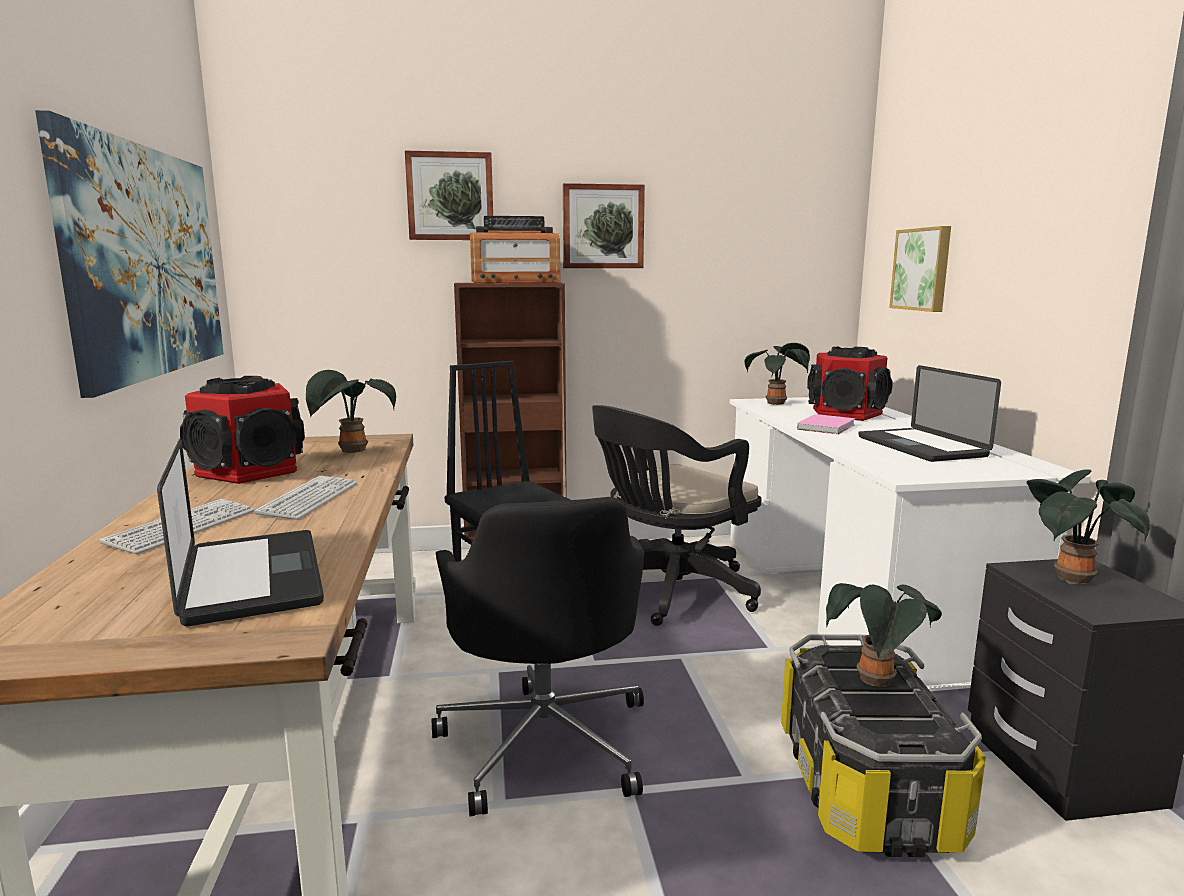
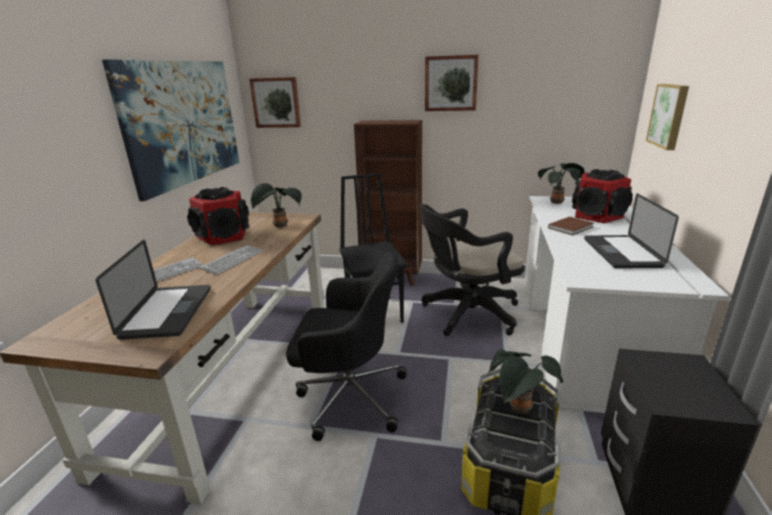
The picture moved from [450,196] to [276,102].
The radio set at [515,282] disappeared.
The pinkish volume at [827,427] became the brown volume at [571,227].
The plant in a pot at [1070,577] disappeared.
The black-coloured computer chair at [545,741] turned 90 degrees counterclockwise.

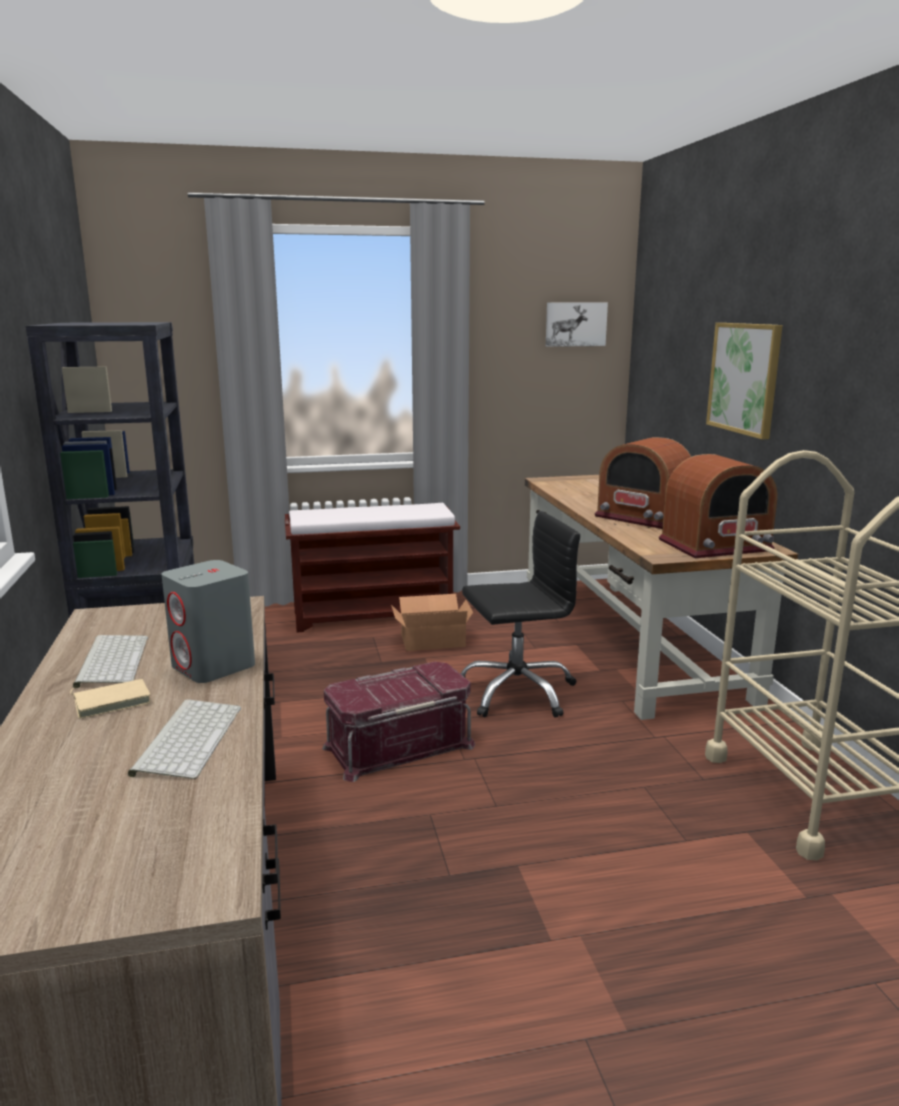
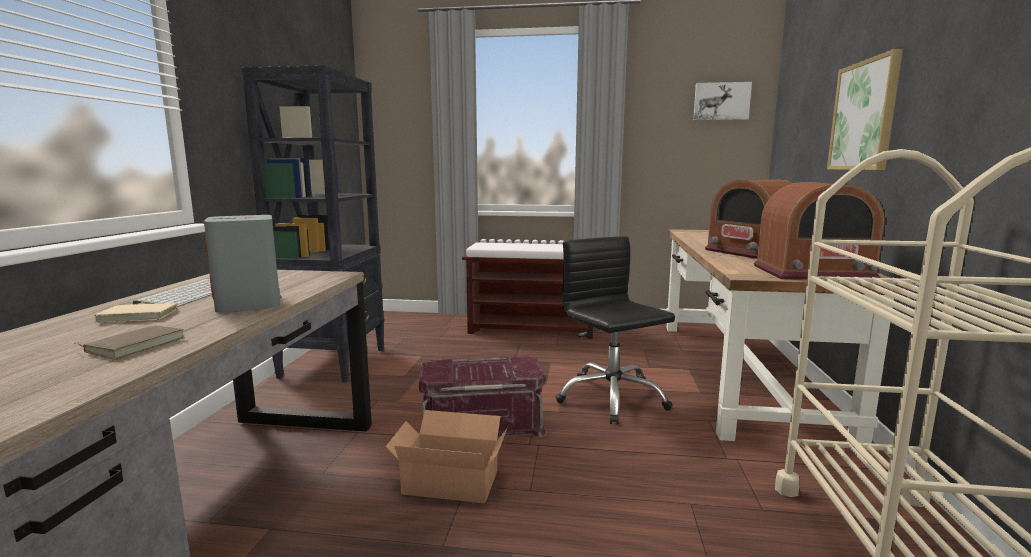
The black-coloured computer chair at [516,692] turned 120 degrees counterclockwise.
The carton moved from [431,640] to [449,479].
The PC keyboard at [187,738] was replaced by the brown volume at [135,345].

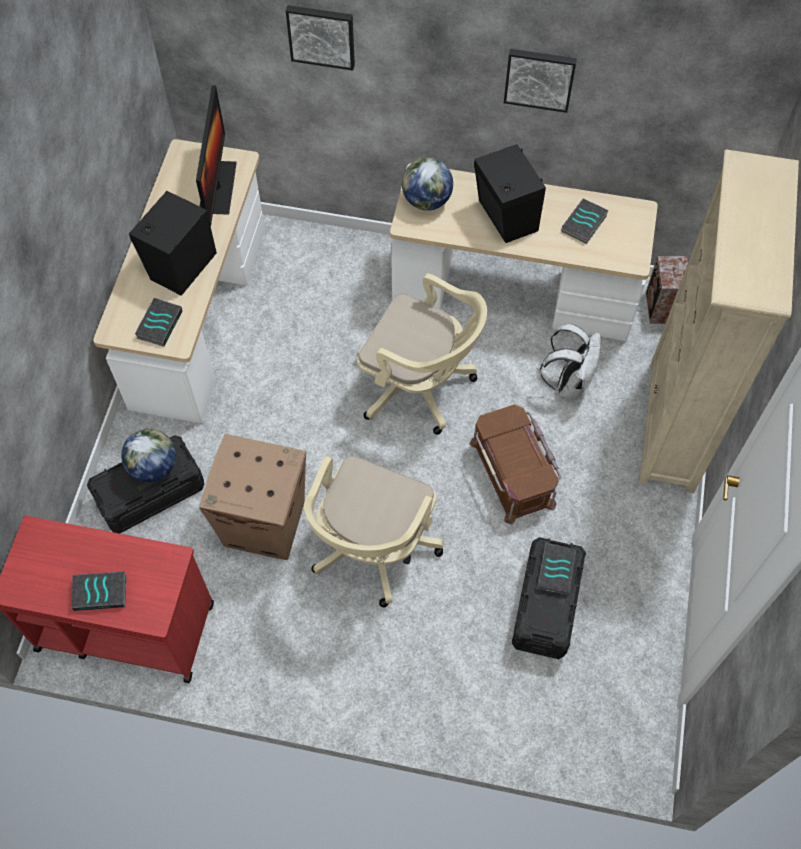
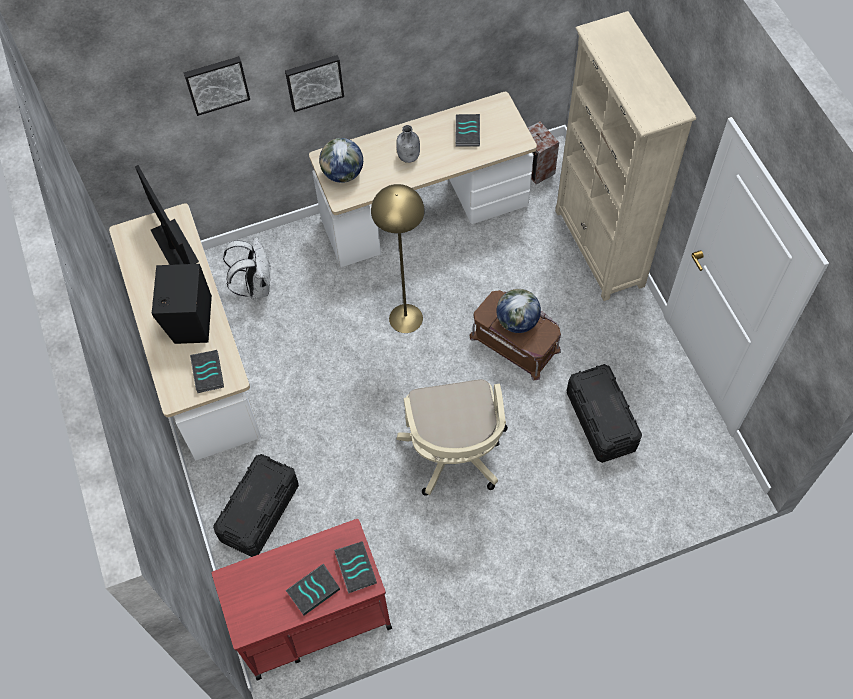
The picture moved from [539,78] to [314,81].
The black-coloured loudspeaker at [505,217] was replaced by the greyish drink bottle at [409,156].
The beige computer chair at [420,386] was replaced by the yellow-coloured standing lamp at [406,318].
The white-coloured backpack moved from [569,383] to [256,286].
The globe moved from [153,467] to [517,322].
The carton at [265,522] disappeared.
The volume moved from [555,569] to [354,568].

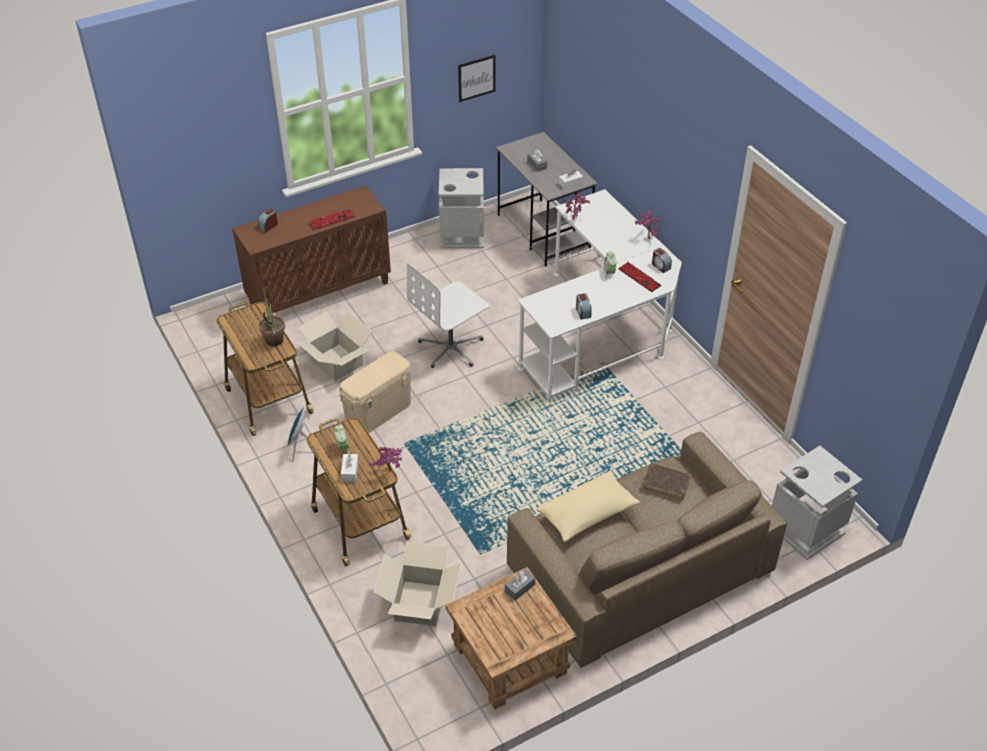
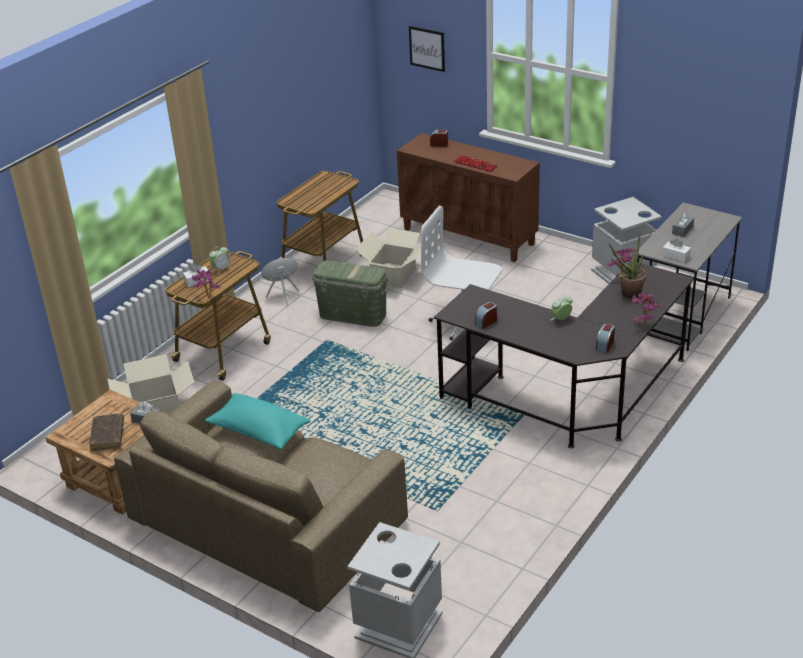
The picture moved from [476,78] to [427,48].
The white-coloured desk at [600,331] became the black-coloured desk at [571,396].
The PC keyboard at [639,278] disappeared.
The plant in a pot moved from [274,343] to [627,294].
The beige storage box at [378,412] became the green storage box at [353,315].
The brown volume moved from [666,484] to [108,436].
The beige throw pillow at [587,514] became the turquoise-coloured throw pillow at [258,431].

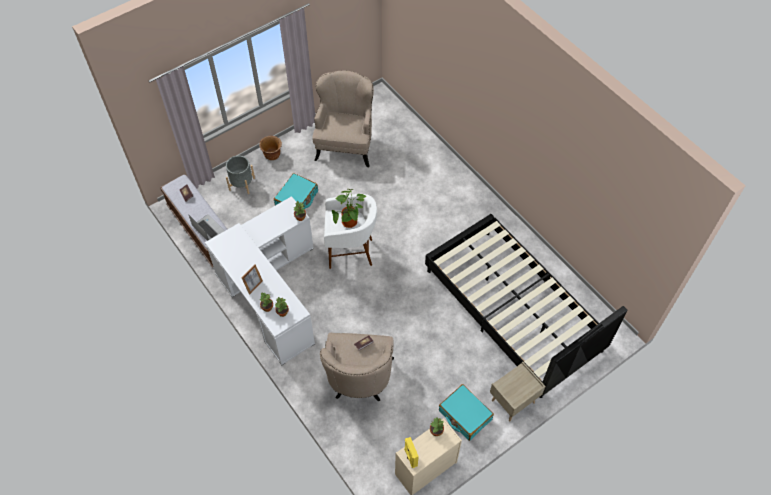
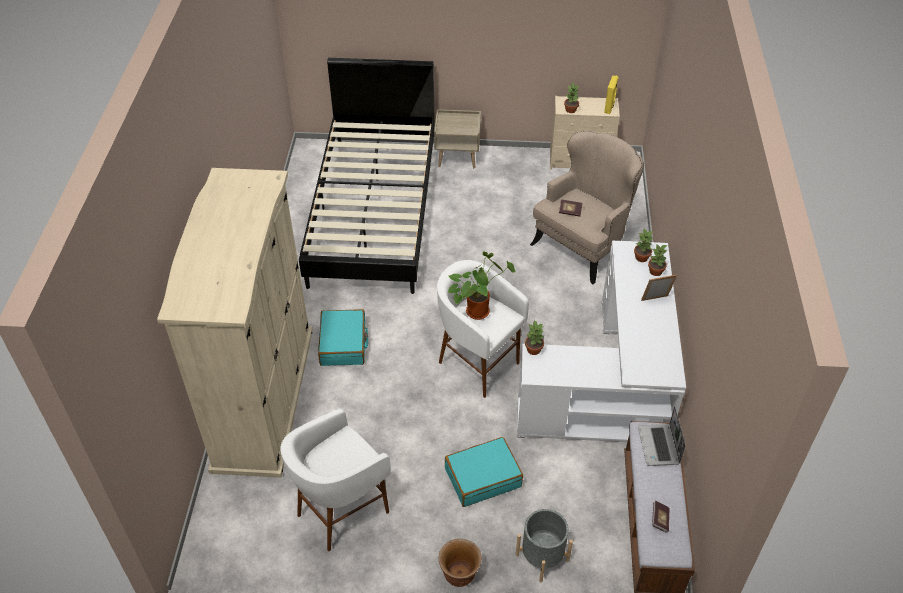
The beige lounge chair at [345,145] was replaced by the white-coloured stool seat at [341,512].
The turquoise-coloured travel case moved from [464,415] to [343,344].
The beige armoire at [263,397] appeared.

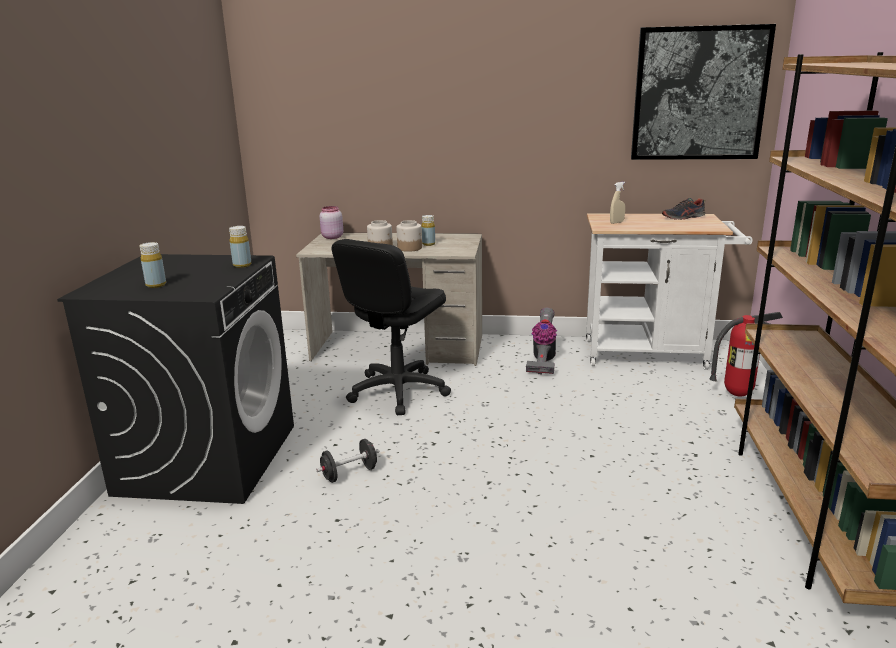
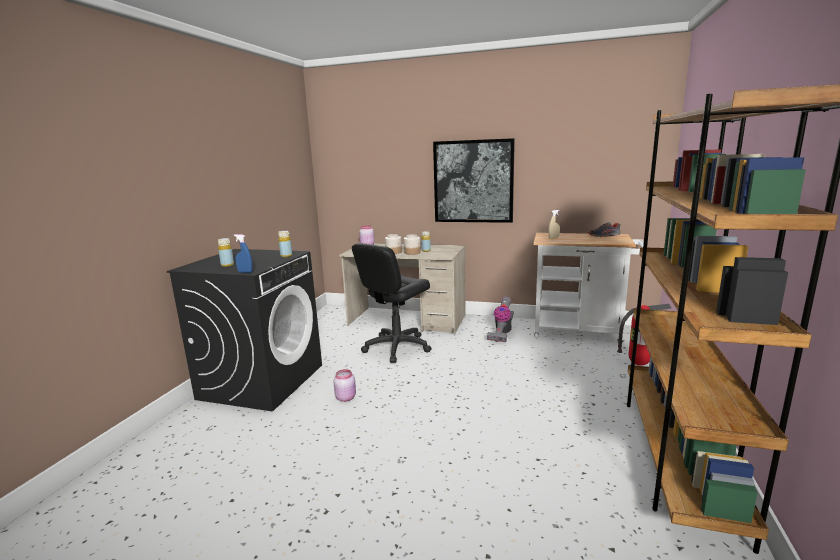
The picture moved from [699,94] to [473,181].
The black-coloured dumbbell at [349,473] was replaced by the pinkish preserve jar at [346,397].
The bluish sprayer at [245,272] appeared.

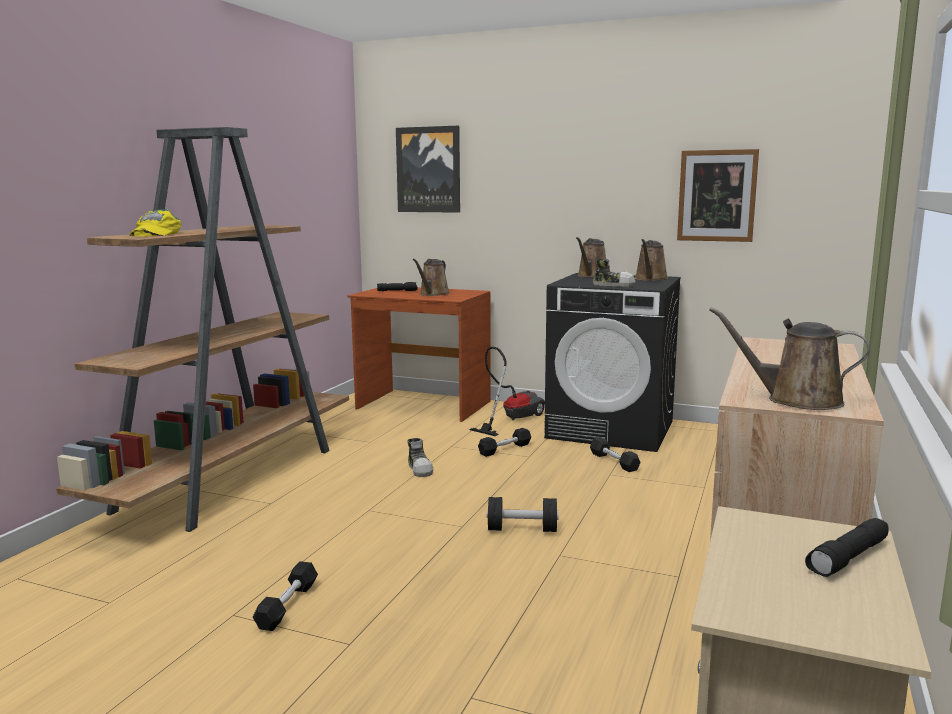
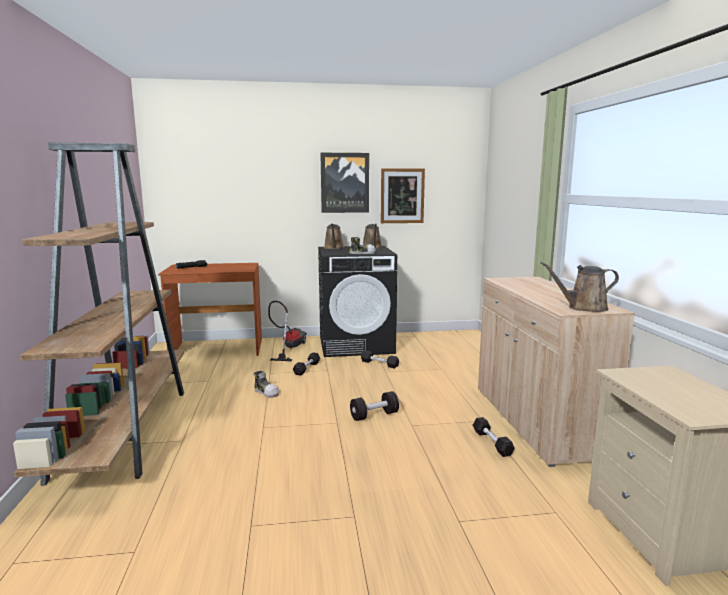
The picture moved from [428,170] to [344,183].
The yellow-coloured cap at [155,234] disappeared.
The brown watering pot at [433,294] disappeared.
The black-coloured hand torch at [849,558] disappeared.
The black-coloured dumbbell moved from [287,606] to [492,443].

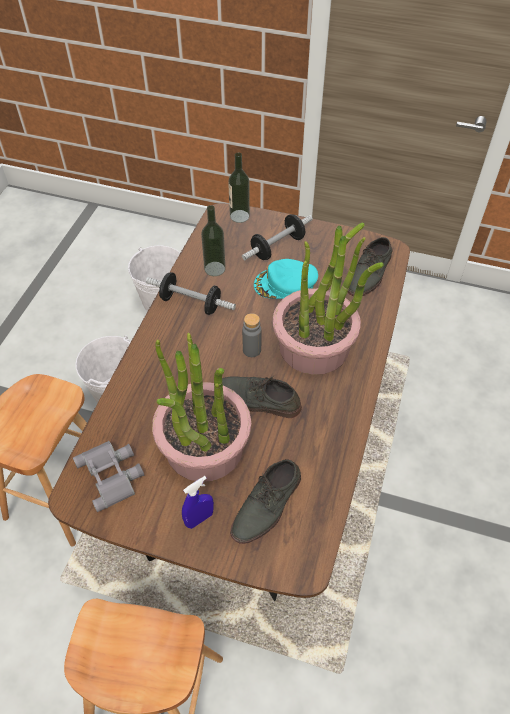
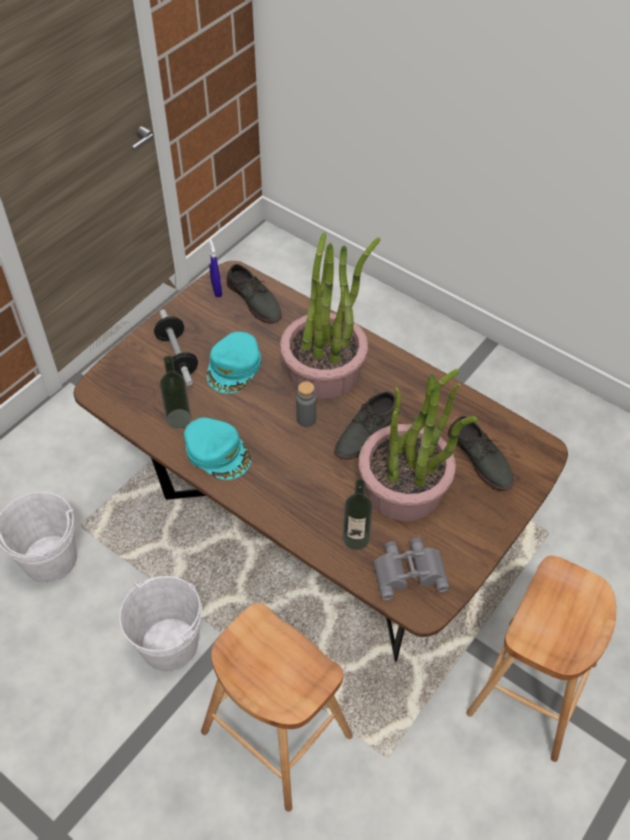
The drink bottle moved from [239,216] to [356,538].
The dumbbell at [191,303] was replaced by the turquoise-coloured cap at [218,452].
The bluish sprayer moved from [199,519] to [216,290].

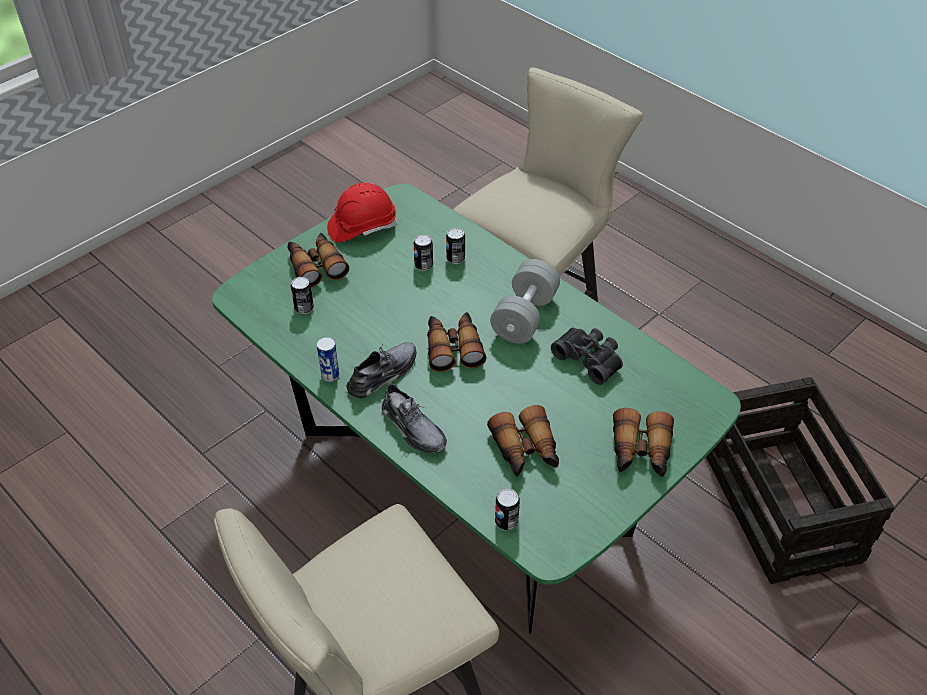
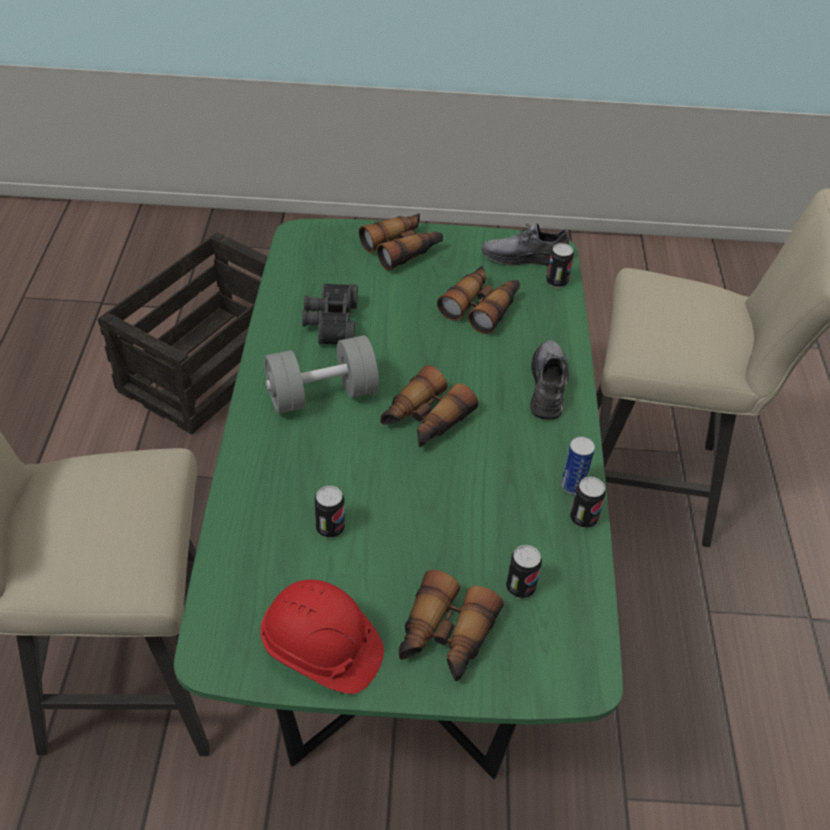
The can moved from [455,258] to [583,518].
The greyish low shoe moved from [383,374] to [525,257].

